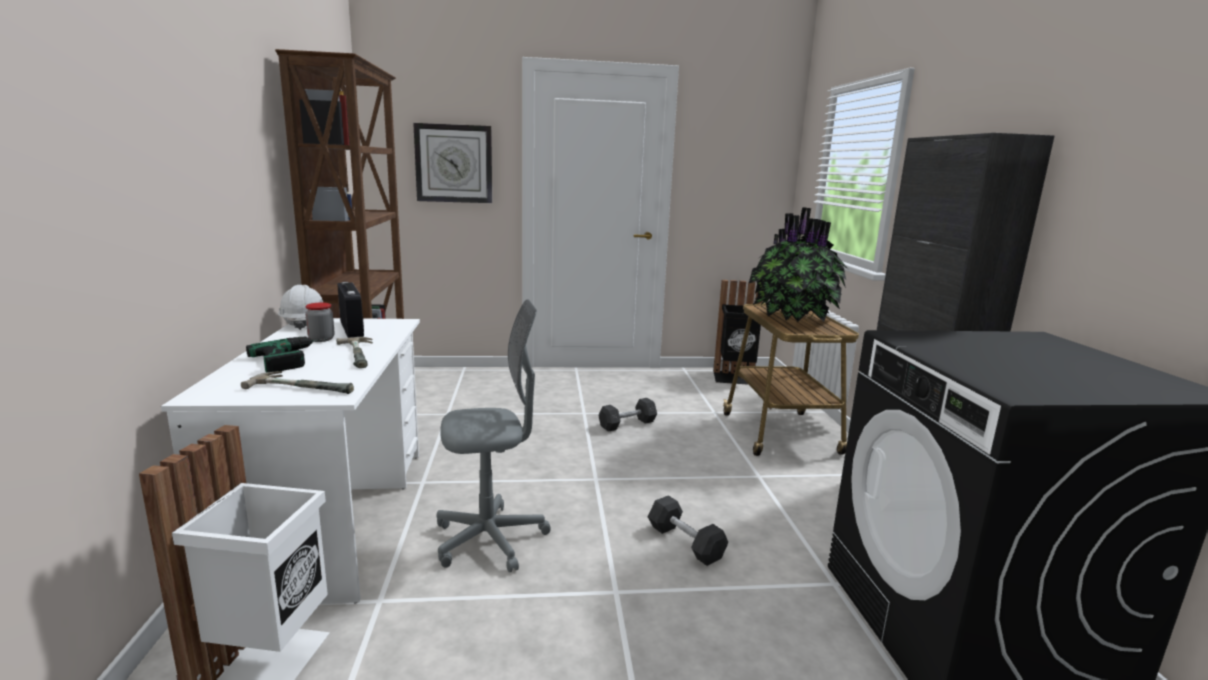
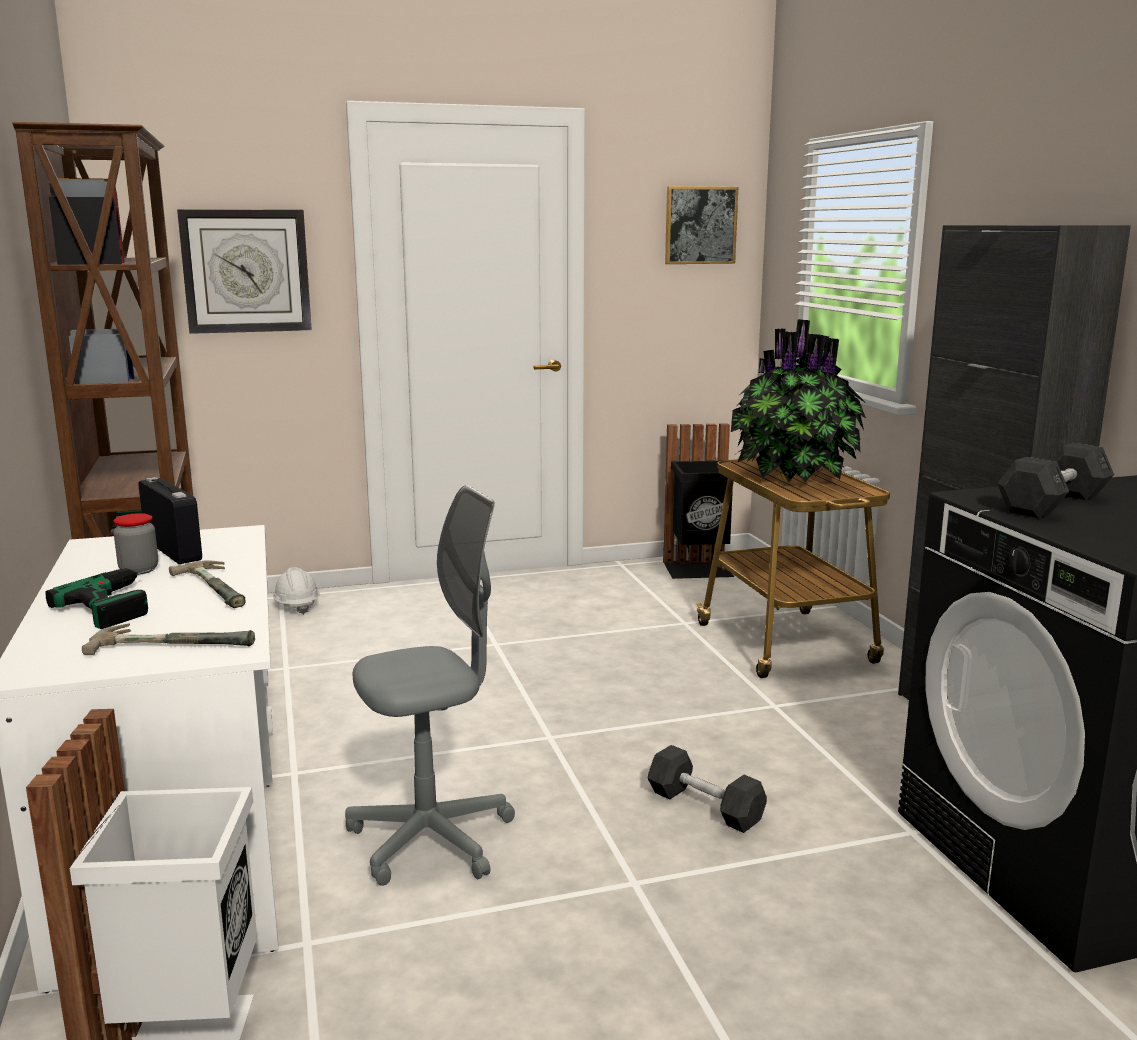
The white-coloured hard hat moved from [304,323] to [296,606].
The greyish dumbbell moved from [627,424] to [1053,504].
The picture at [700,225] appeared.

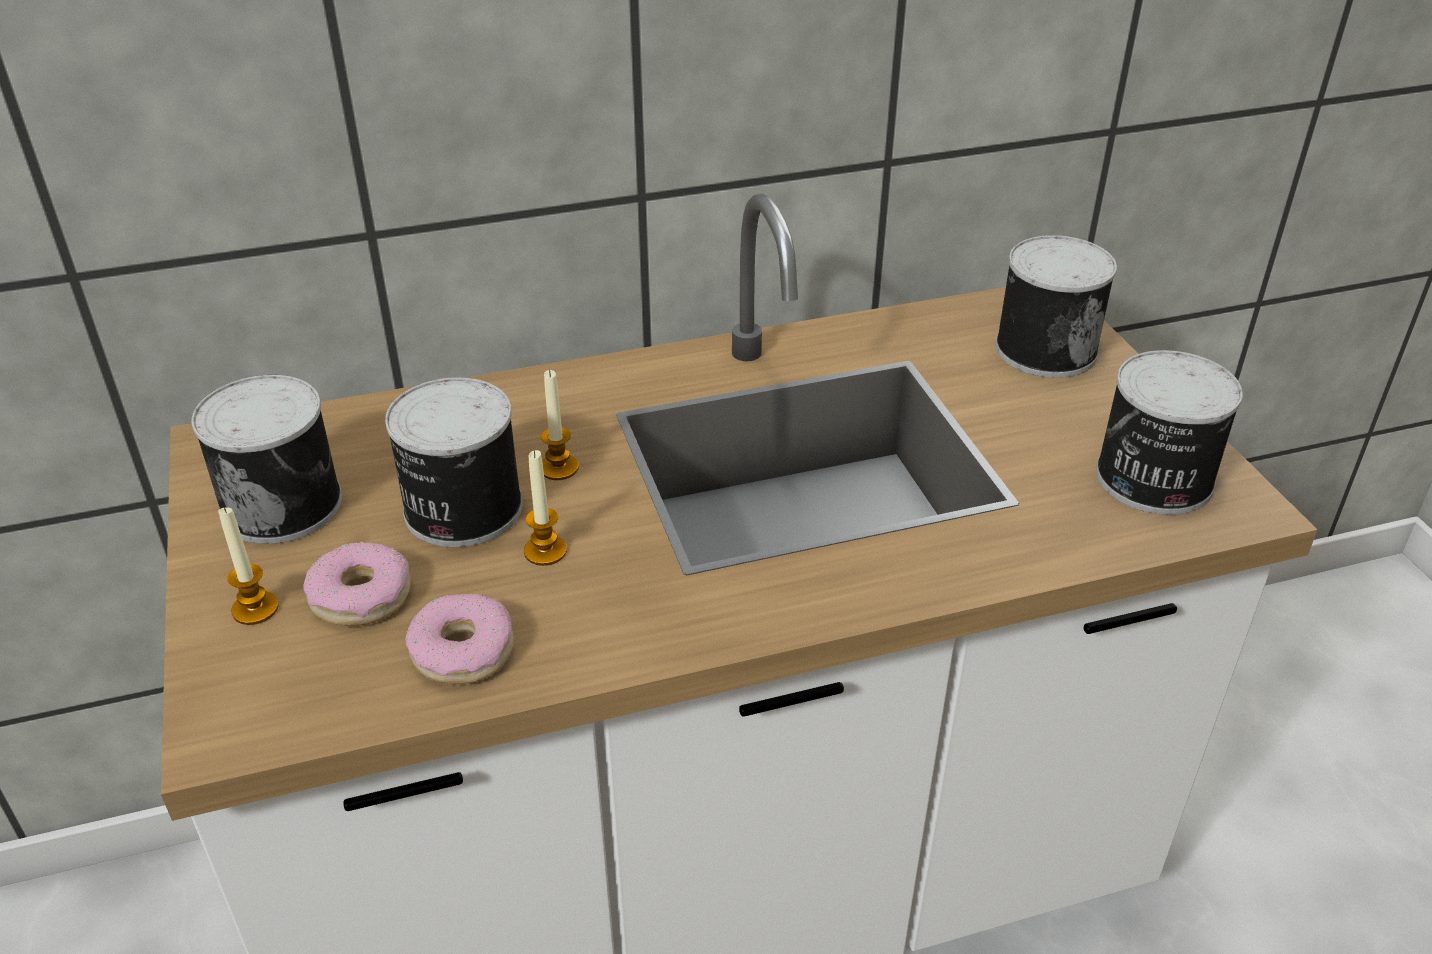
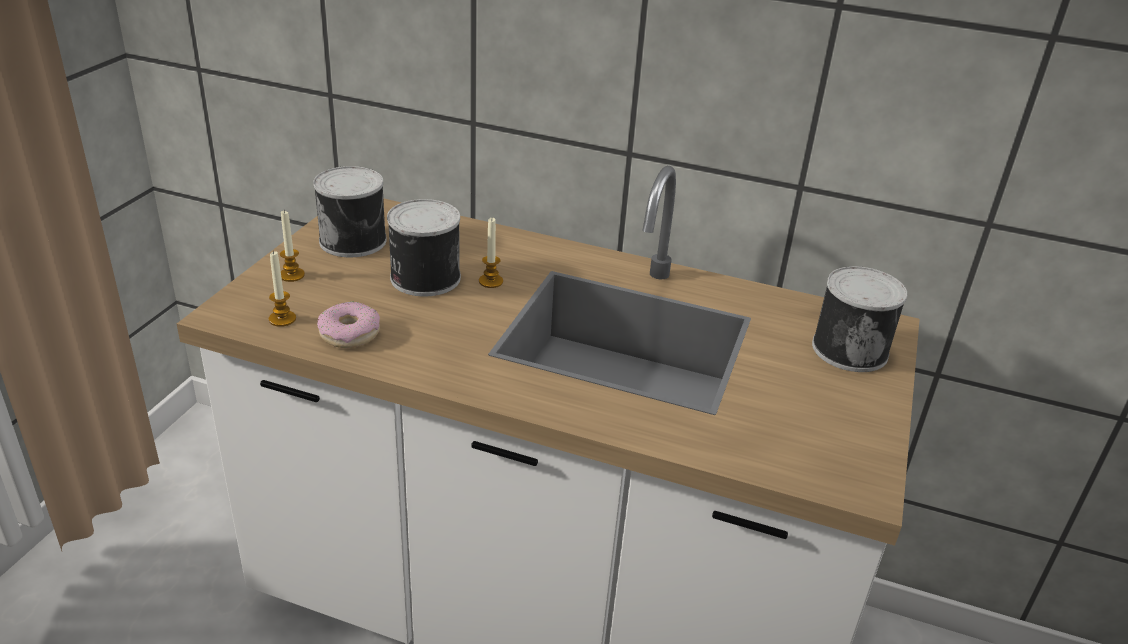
The can at [1152,479] disappeared.
The wax candle moved from [545,551] to [282,319].
The doughnut at [361,596] disappeared.

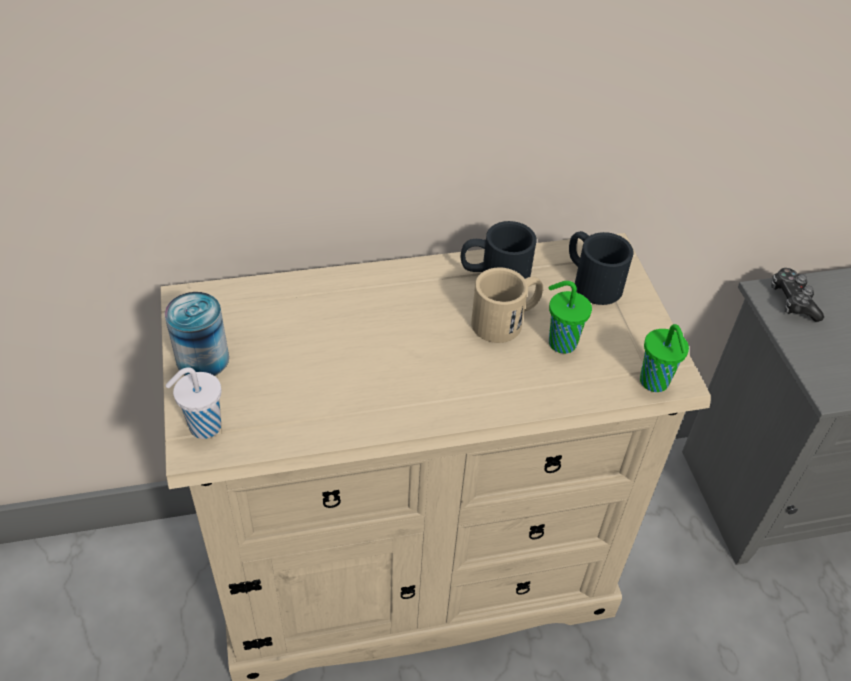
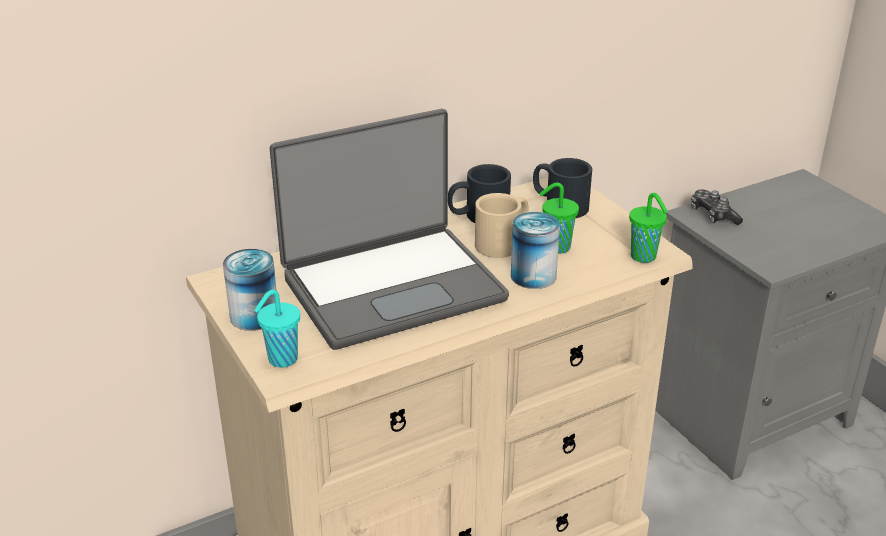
The white-coloured drinking cup at [203,427] became the turquoise-coloured drinking cup at [281,360].
The laptop at [392,286] appeared.
The can at [533,276] appeared.

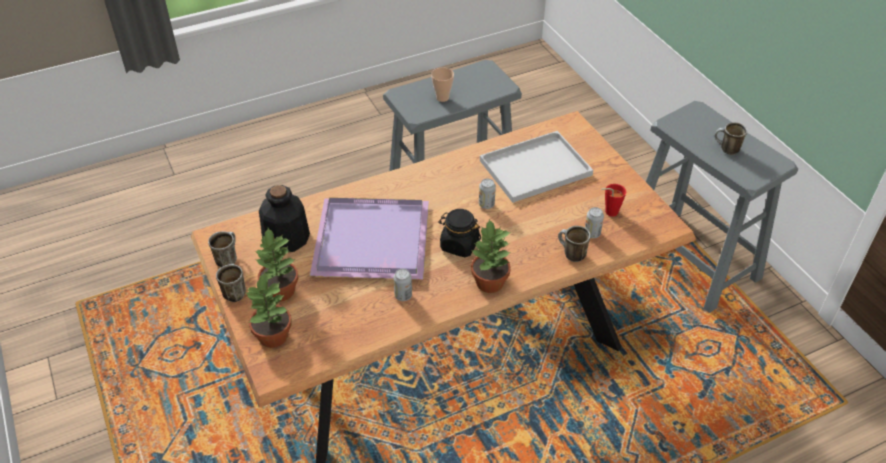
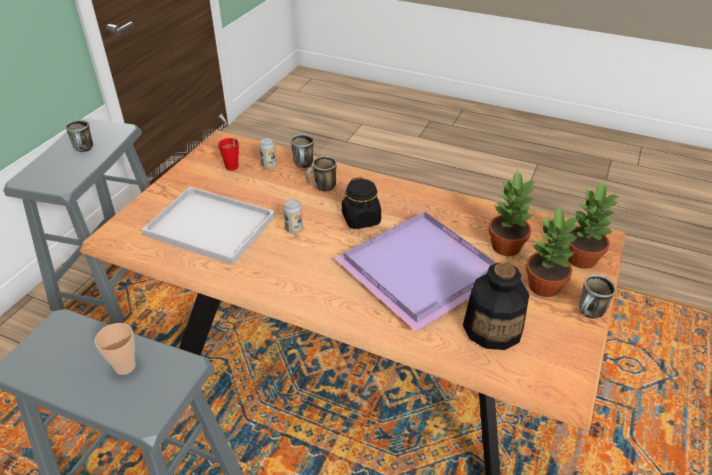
The plant in a pot moved from [489,283] to [506,246].
The tea mug moved from [227,258] to [322,188].
The can at [403,295] disappeared.

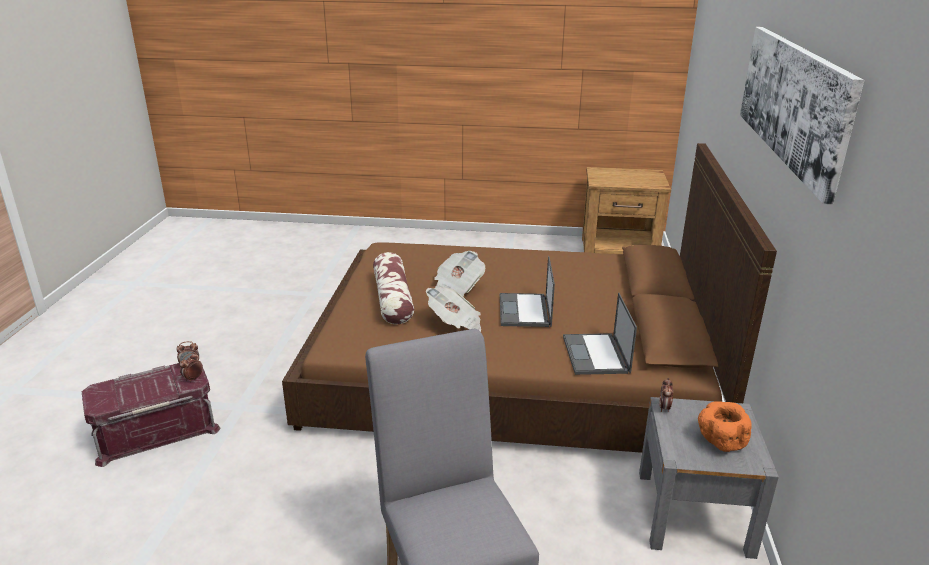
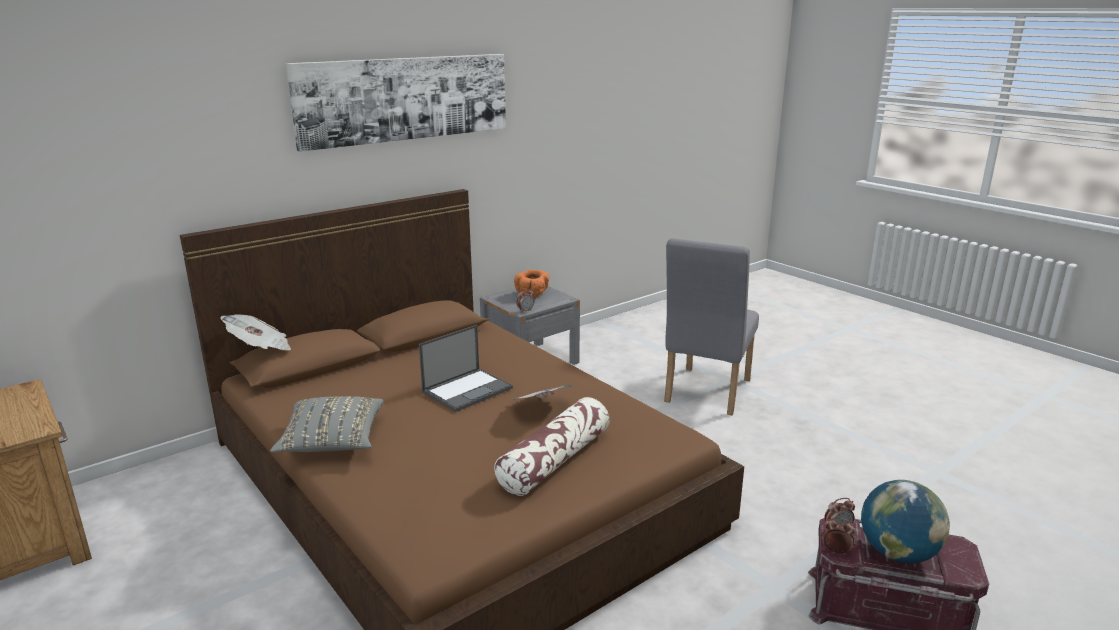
The printed paper moved from [456,288] to [260,348].
The laptop at [596,355] disappeared.
The greyish throw pillow at [332,442] appeared.
The globe at [897,553] appeared.

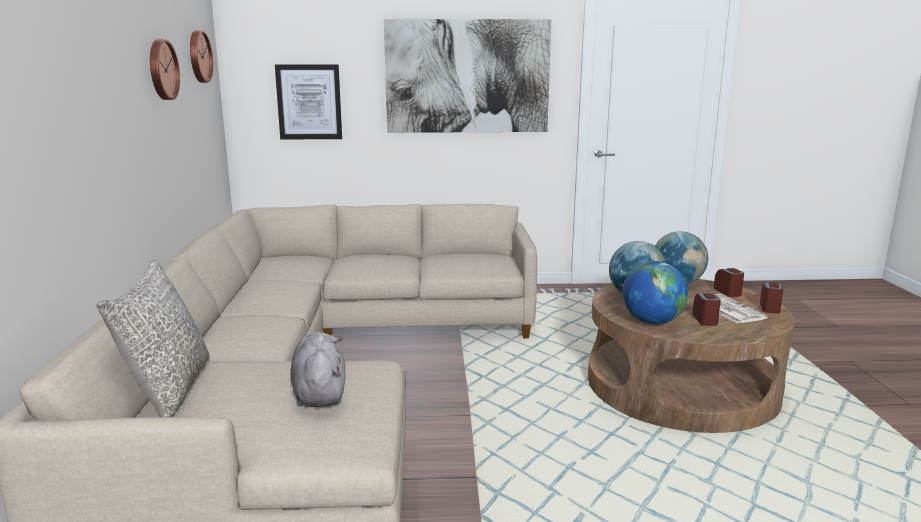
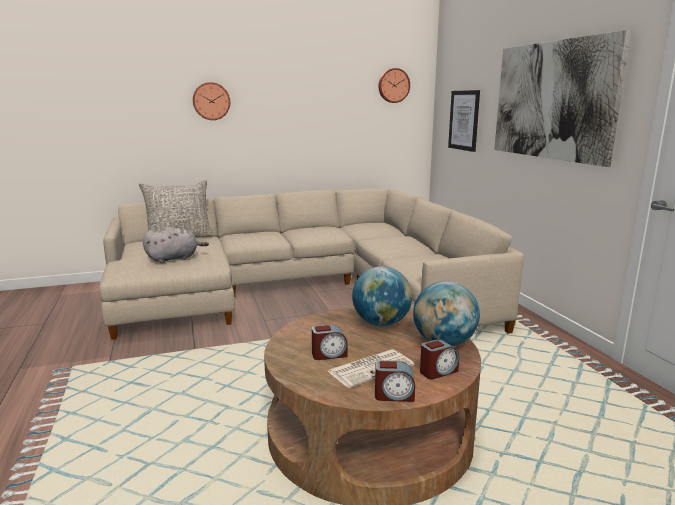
The clock on the wall moved from [161,69] to [211,101].
The globe at [652,322] disappeared.

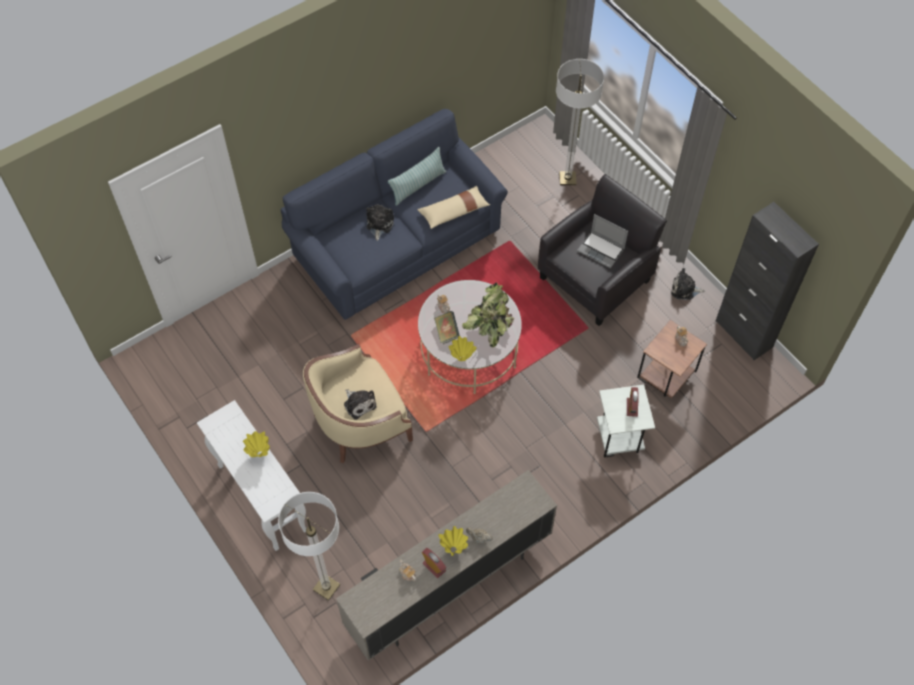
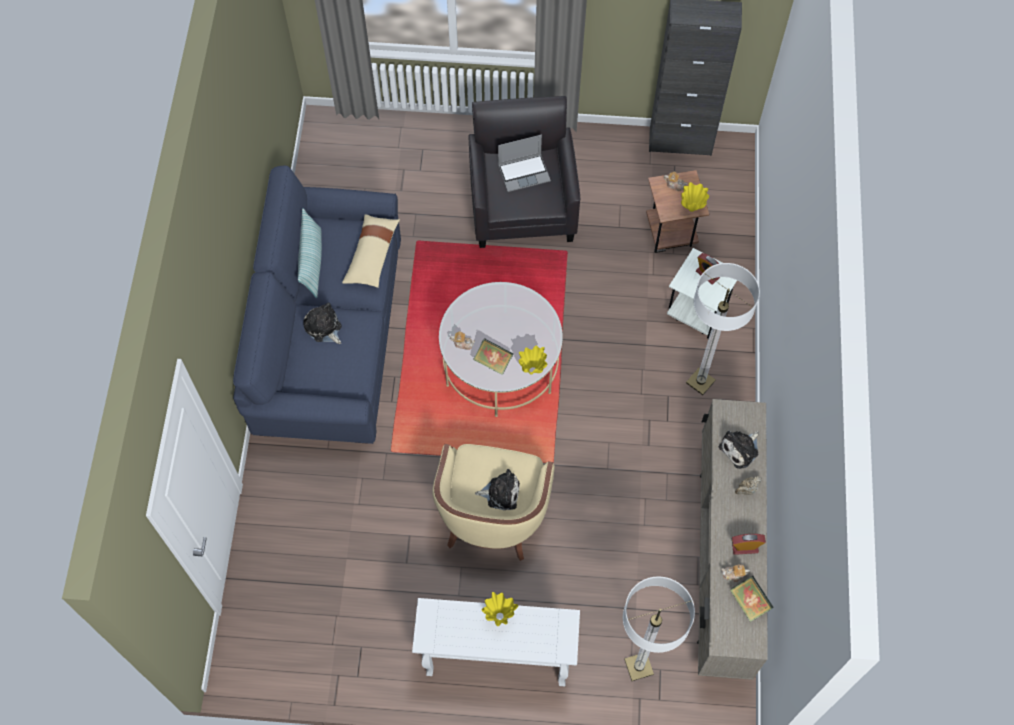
The standing lamp moved from [567,179] to [700,382].
The soft toy moved from [685,289] to [740,449].
The plant in a pot at [490,325] disappeared.
The yellow-coloured flower vase moved from [454,549] to [692,208].
The volume at [749,602] appeared.

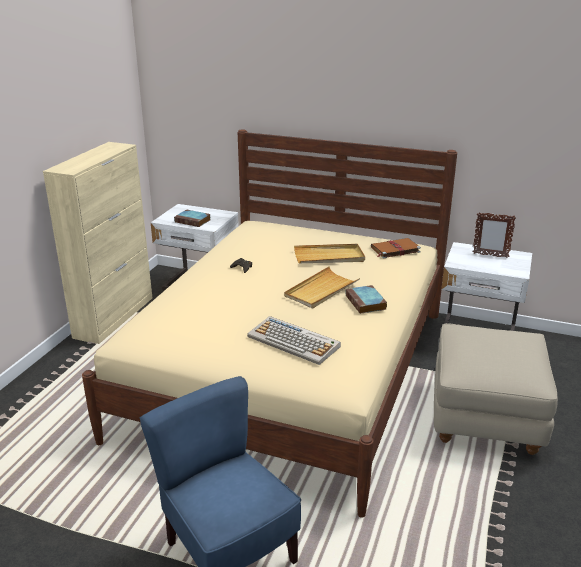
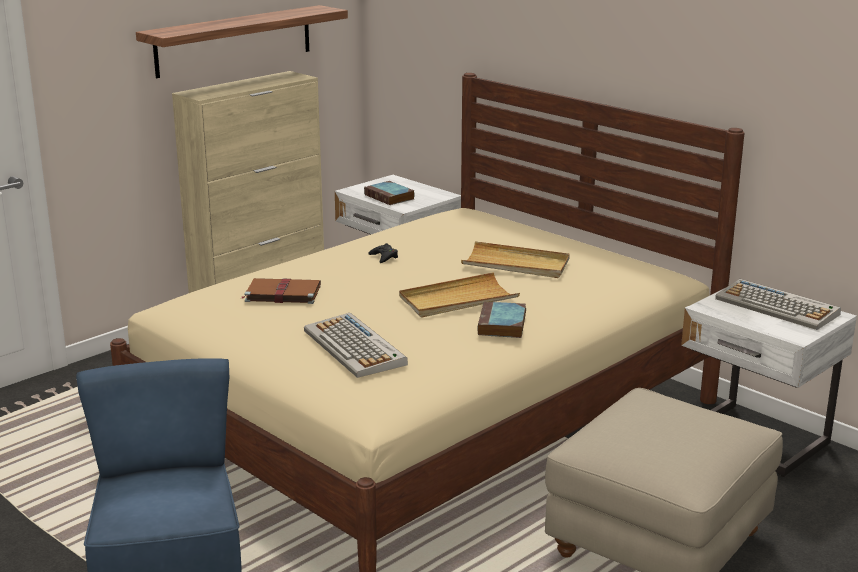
The photo frame at [490,255] was replaced by the PC keyboard at [778,307].
The brown volume moved from [394,250] to [281,293].
The bracket shelf at [234,40] appeared.

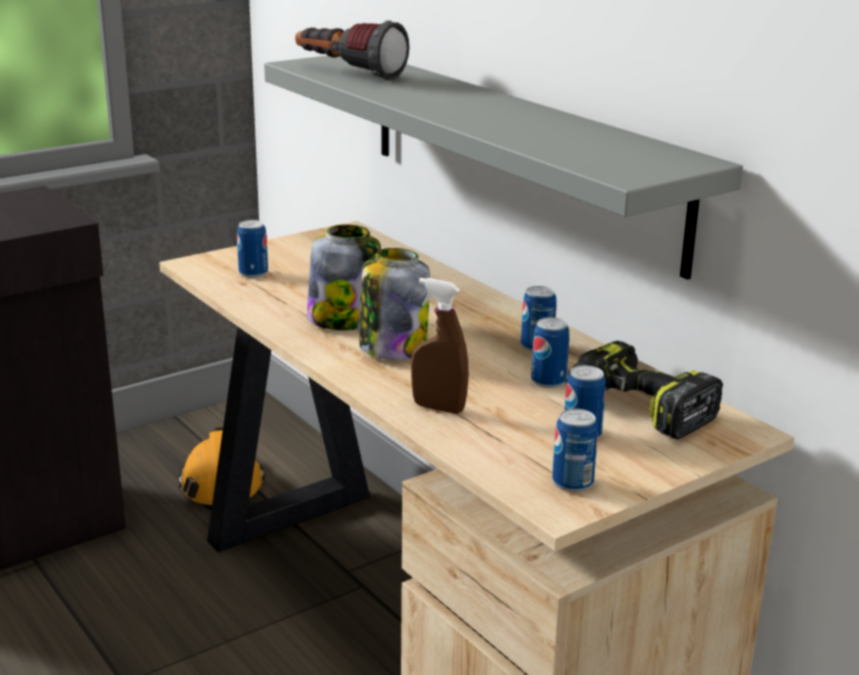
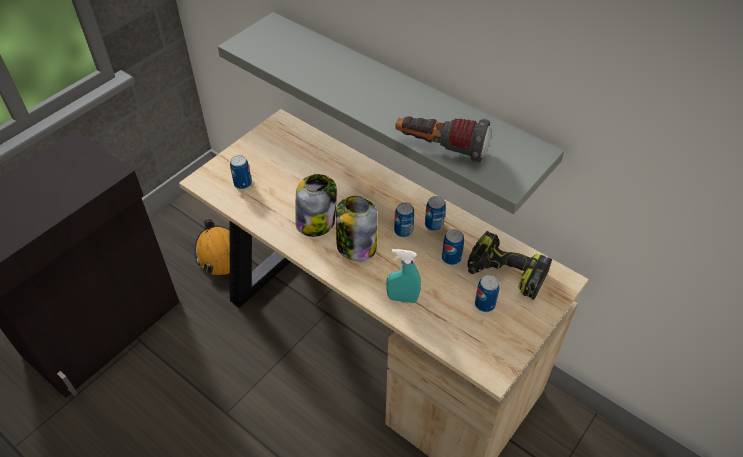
The hand torch moved from [347,73] to [440,149].
The brown sprayer at [438,408] became the turquoise-coloured sprayer at [402,298].
The can moved from [572,482] to [403,231].

